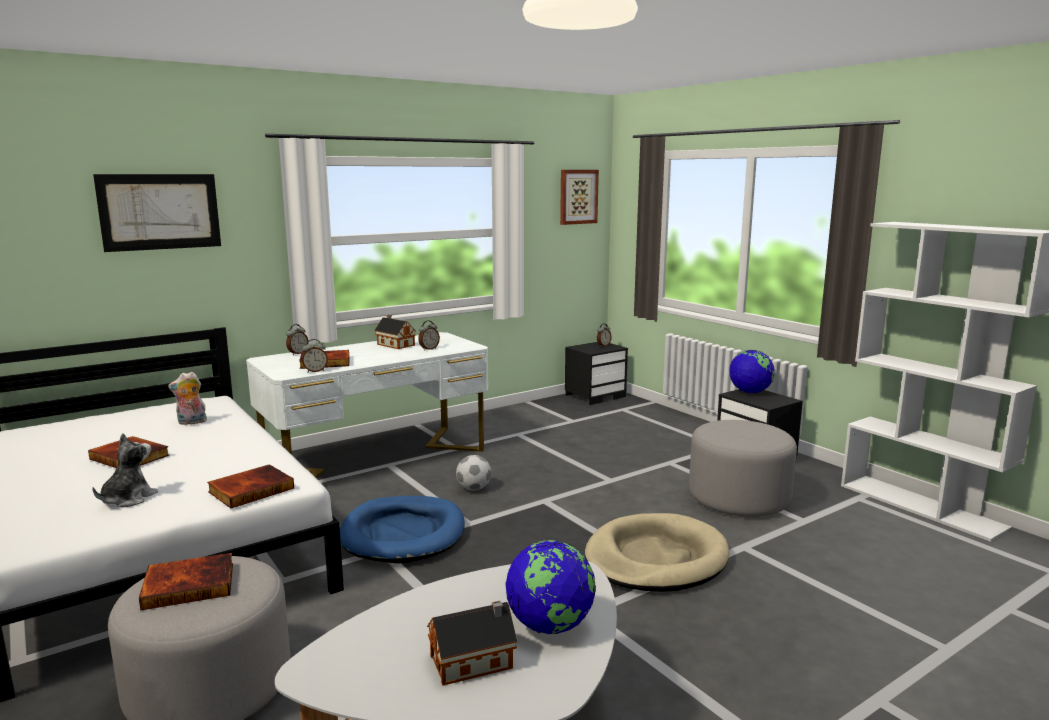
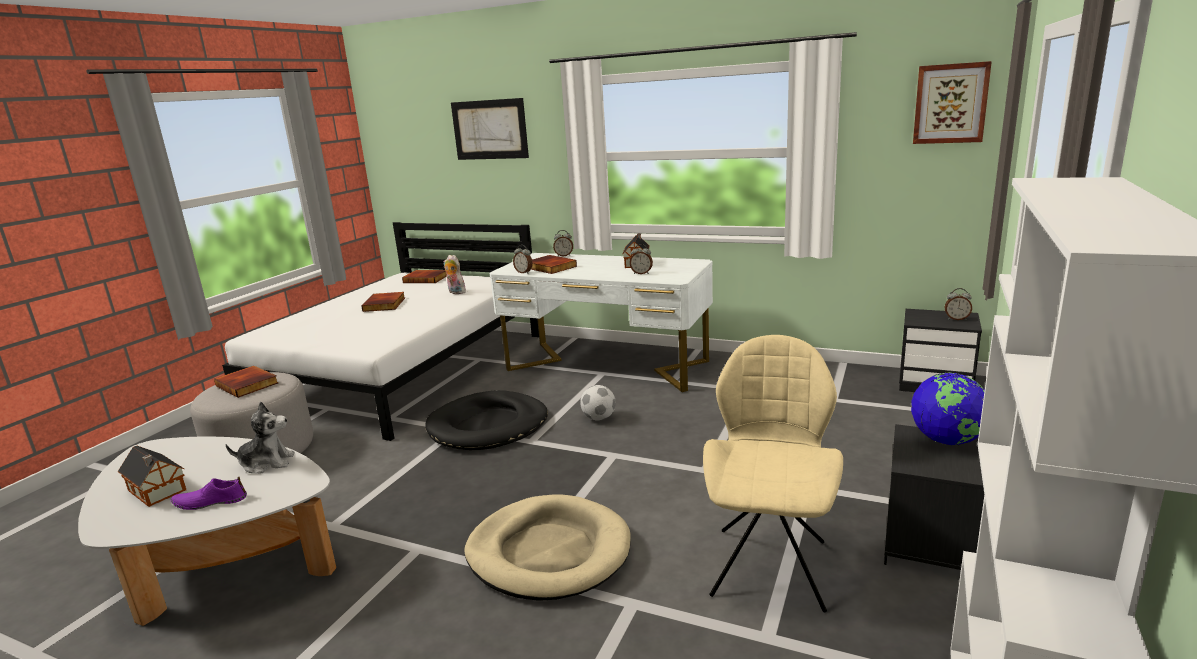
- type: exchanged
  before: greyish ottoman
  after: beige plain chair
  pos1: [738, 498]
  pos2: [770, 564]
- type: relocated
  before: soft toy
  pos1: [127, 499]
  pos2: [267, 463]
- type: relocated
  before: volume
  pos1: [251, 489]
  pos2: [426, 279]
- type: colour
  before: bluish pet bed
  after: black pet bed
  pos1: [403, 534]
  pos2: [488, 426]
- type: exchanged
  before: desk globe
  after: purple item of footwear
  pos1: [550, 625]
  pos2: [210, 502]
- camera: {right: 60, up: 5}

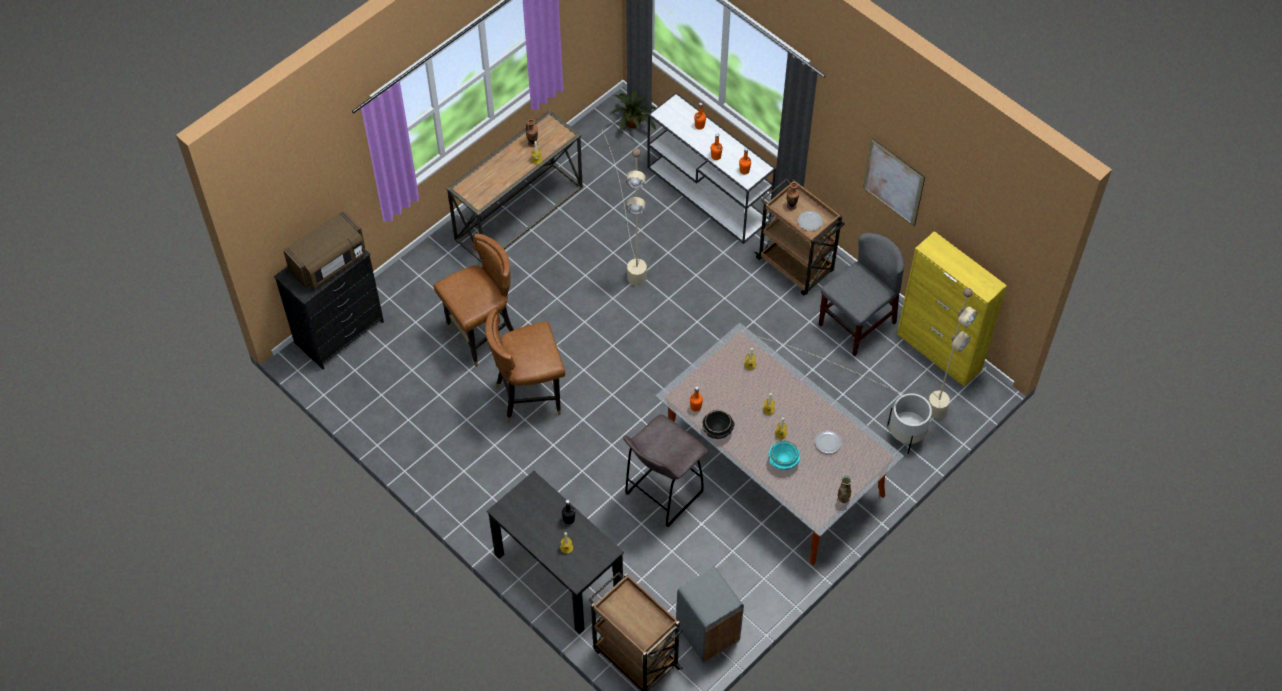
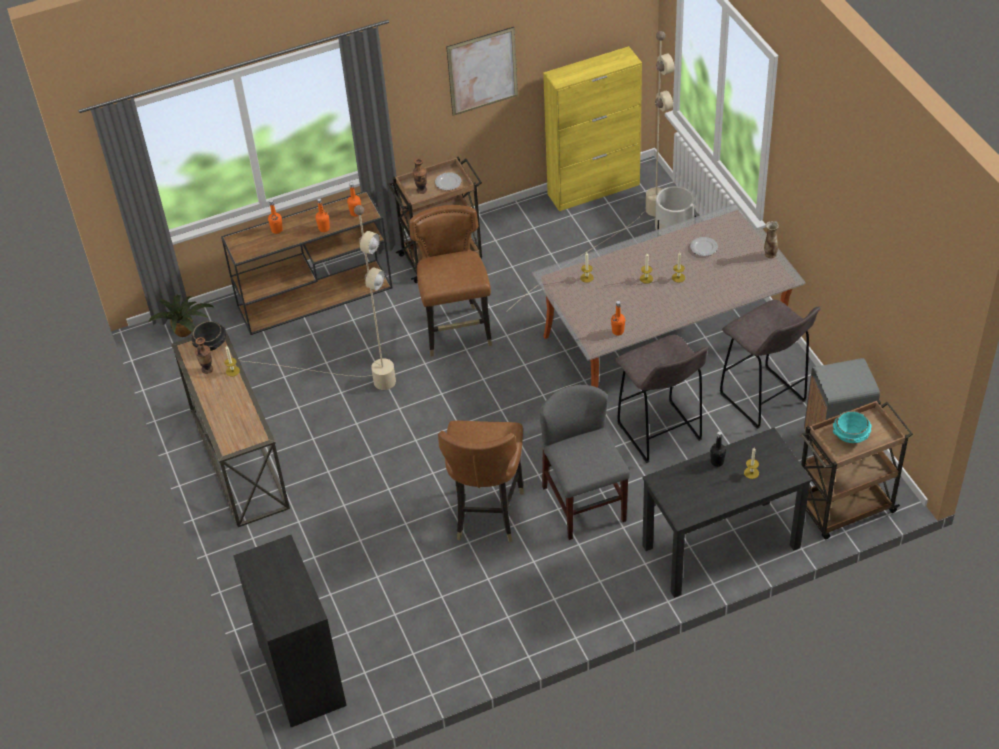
- type: colour
  before: white-coloured console table
  after: brown console table
  pos1: [709, 194]
  pos2: [316, 296]
- type: missing
  before: brown microwave oven
  pos1: [329, 262]
- type: relocated
  before: brown plain chair
  pos1: [482, 336]
  pos2: [457, 332]
- type: relocated
  before: greyish plain chair
  pos1: [857, 324]
  pos2: [584, 504]
- type: relocated
  before: black deep dish
  pos1: [717, 430]
  pos2: [211, 345]
- type: relocated
  before: blue-green deep dish
  pos1: [783, 461]
  pos2: [850, 436]
- type: appeared
  after: greyish sitting stool
  pos2: [764, 399]
- camera: {right: -65, up: -10}

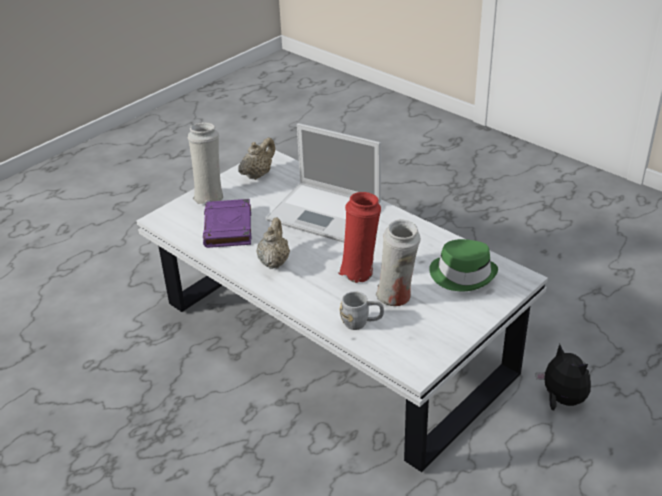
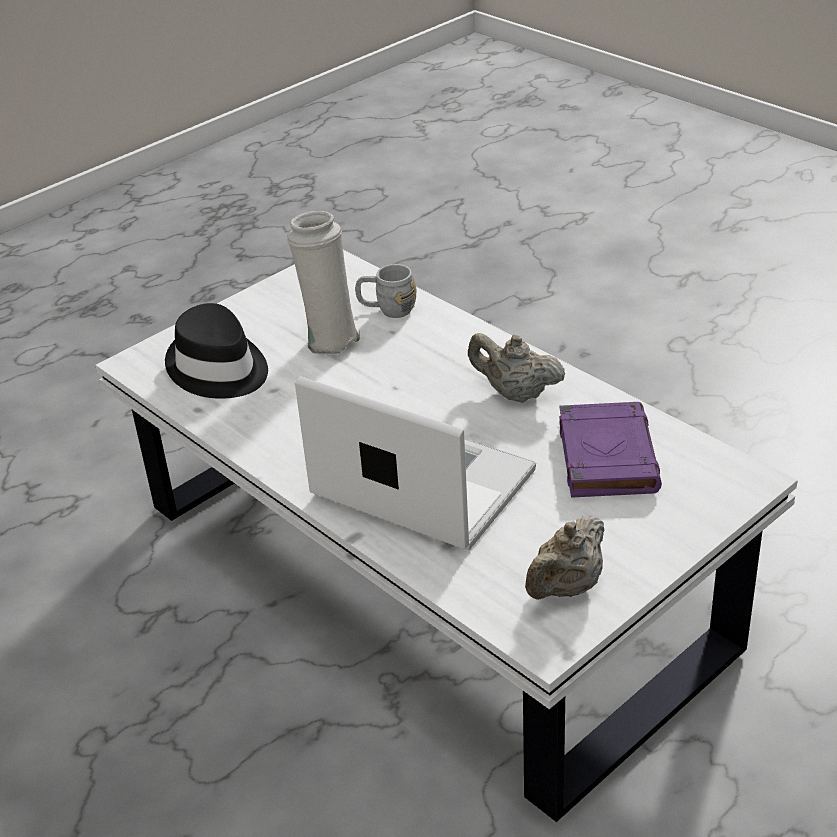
- type: missing
  before: white-coloured decorative vase
  pos1: [209, 196]
- type: missing
  before: red decorative vase
  pos1: [359, 271]
- type: spun
  before: beige teapot
  pos1: [274, 261]
  pos2: [515, 394]
  turn: 105
- type: colour
  before: green-coloured wearable hat
  after: black wearable hat
  pos1: [463, 274]
  pos2: [218, 369]
- type: missing
  before: soft toy
  pos1: [561, 400]
- camera: {right: -175, up: 0}

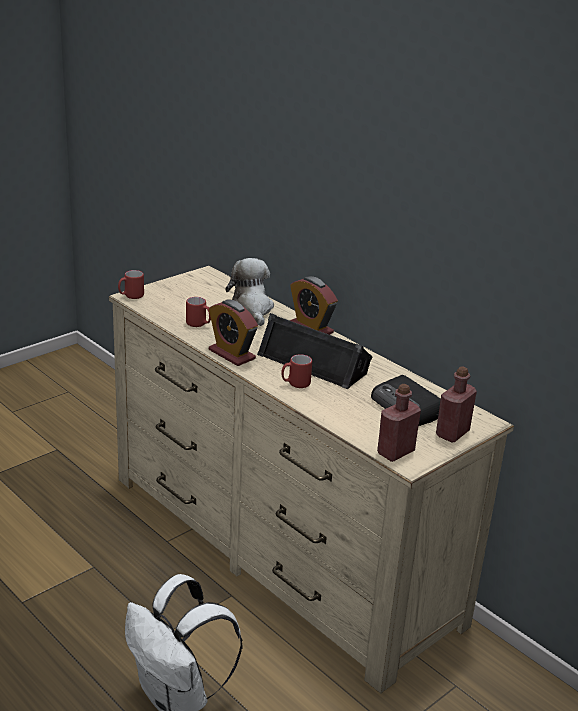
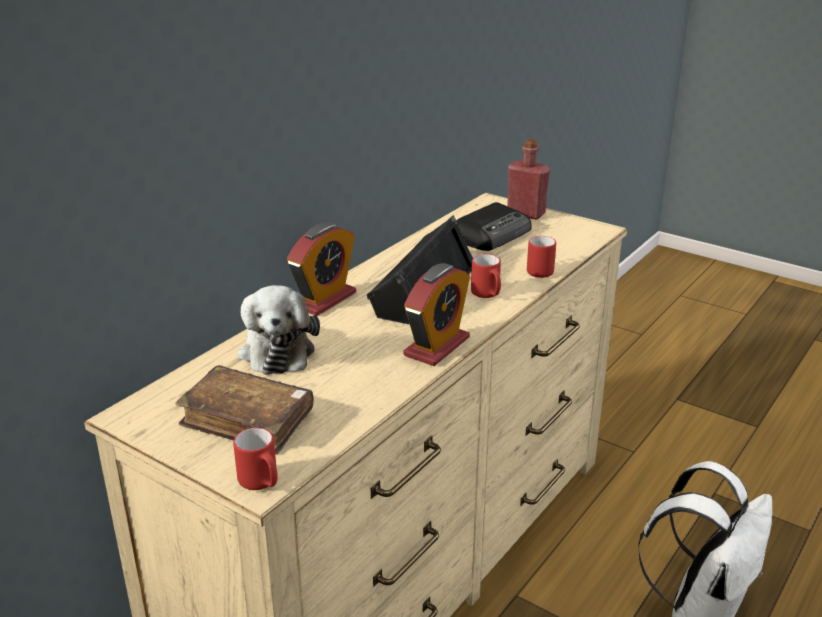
- type: spun
  before: soft toy
  pos1: [252, 309]
  pos2: [277, 350]
  turn: -75
- type: relocated
  before: red mug
  pos1: [199, 324]
  pos2: [541, 270]
- type: missing
  before: red beverage bottle
  pos1: [395, 452]
- type: appeared
  after: brown volume
  pos2: [248, 420]
- camera: {right: -100, up: 0}

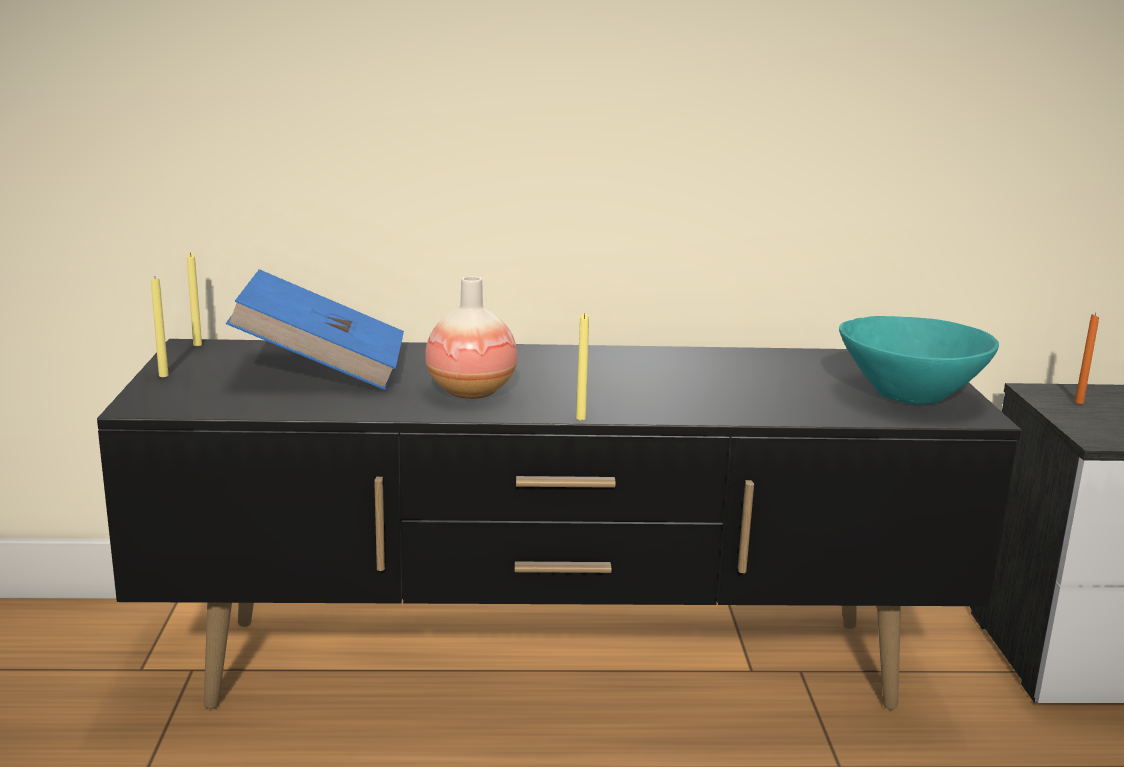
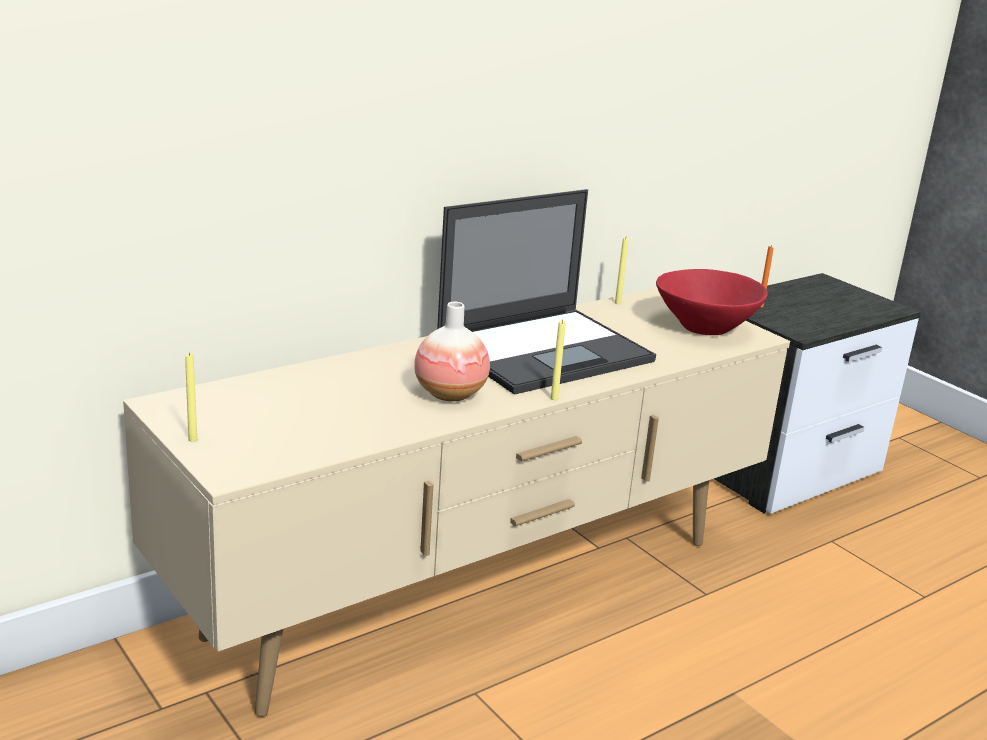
- type: relocated
  before: yellowish candle
  pos1: [197, 345]
  pos2: [617, 303]
- type: missing
  before: bluish volume
  pos1: [322, 369]
- type: colour
  before: blue-green deep dish
  after: red deep dish
  pos1: [908, 394]
  pos2: [704, 327]
- type: colour
  before: black tv unit
  after: beige tv unit
  pos1: [555, 667]
  pos2: [476, 589]
- type: appeared
  after: notebook computer
  pos2: [546, 350]
- camera: {right: -35, up: 5}

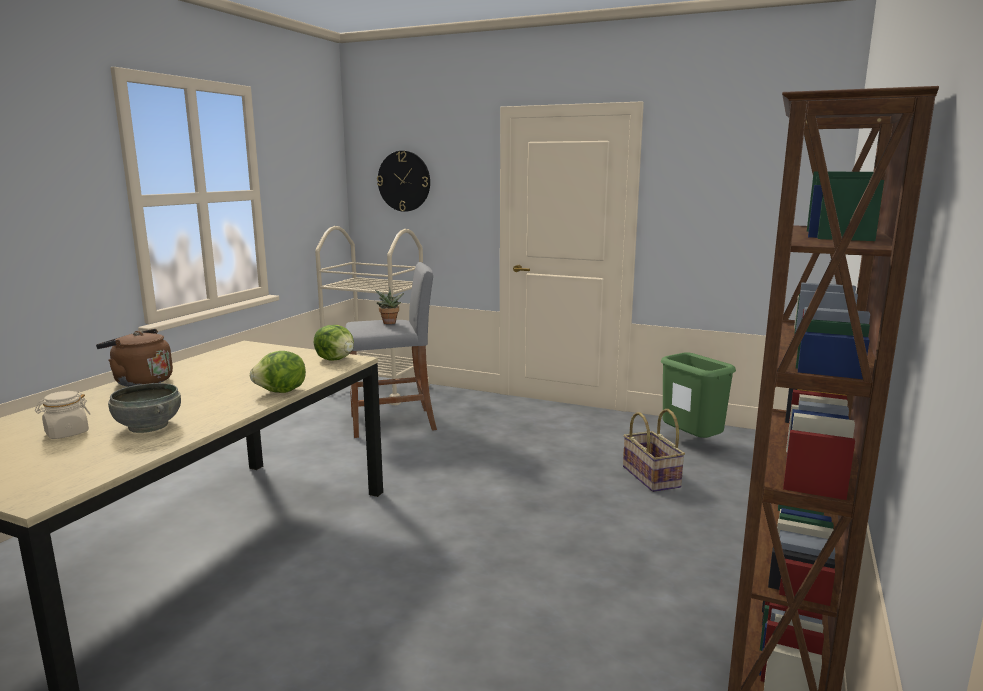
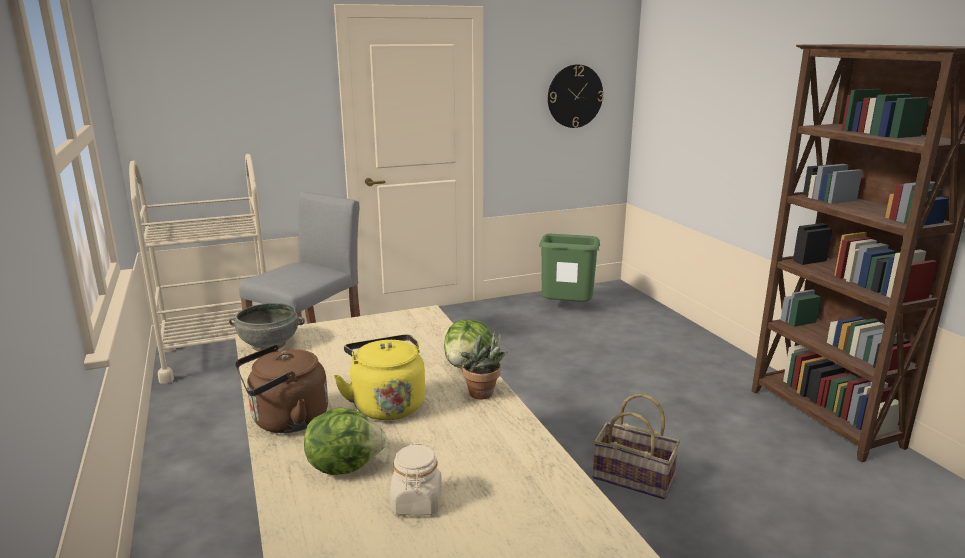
- type: relocated
  before: clock on the wall
  pos1: [404, 181]
  pos2: [575, 96]
- type: relocated
  before: potted plant
  pos1: [389, 323]
  pos2: [484, 395]
- type: relocated
  before: head of lettuce
  pos1: [336, 359]
  pos2: [344, 465]
- type: relocated
  before: greyish deep dish
  pos1: [147, 426]
  pos2: [269, 344]
- type: relocated
  before: household basket
  pos1: [652, 477]
  pos2: [634, 477]
- type: appeared
  after: yellowish kettle
  pos2: [386, 404]
- camera: {right: -45, up: 5}

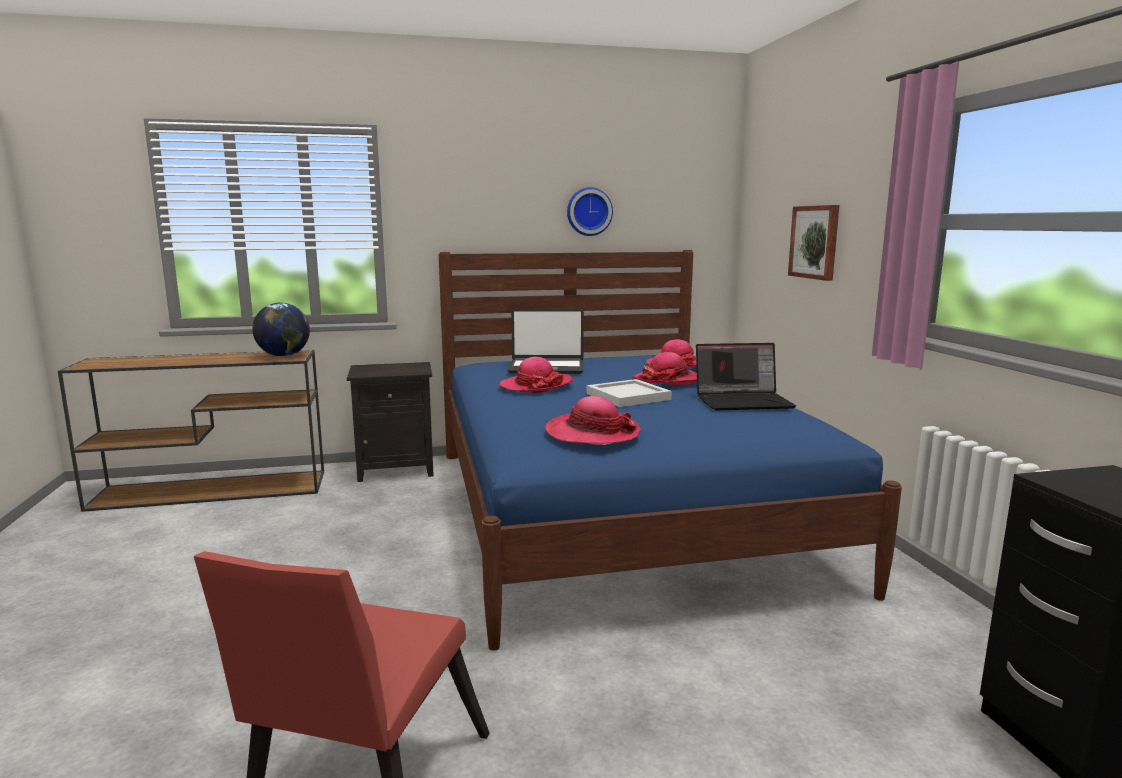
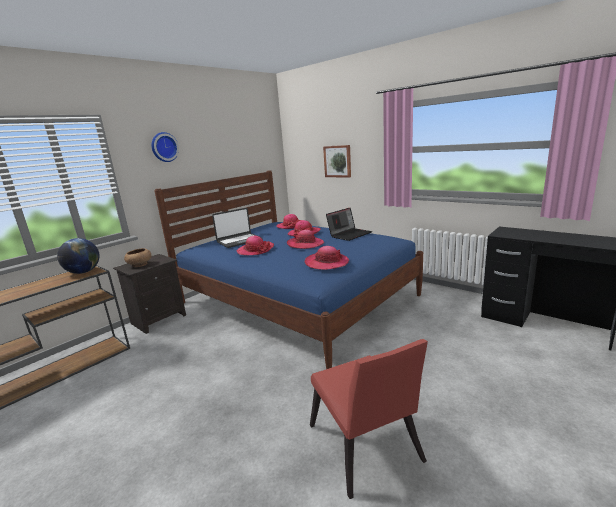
- type: relocated
  before: clock on the wall
  pos1: [588, 211]
  pos2: [164, 147]
- type: exchanged
  before: white-coloured tray
  after: wearable hat
  pos1: [627, 397]
  pos2: [305, 244]
- type: appeared
  after: brown deep dish
  pos2: [139, 265]
- camera: {right: -35, up: 5}

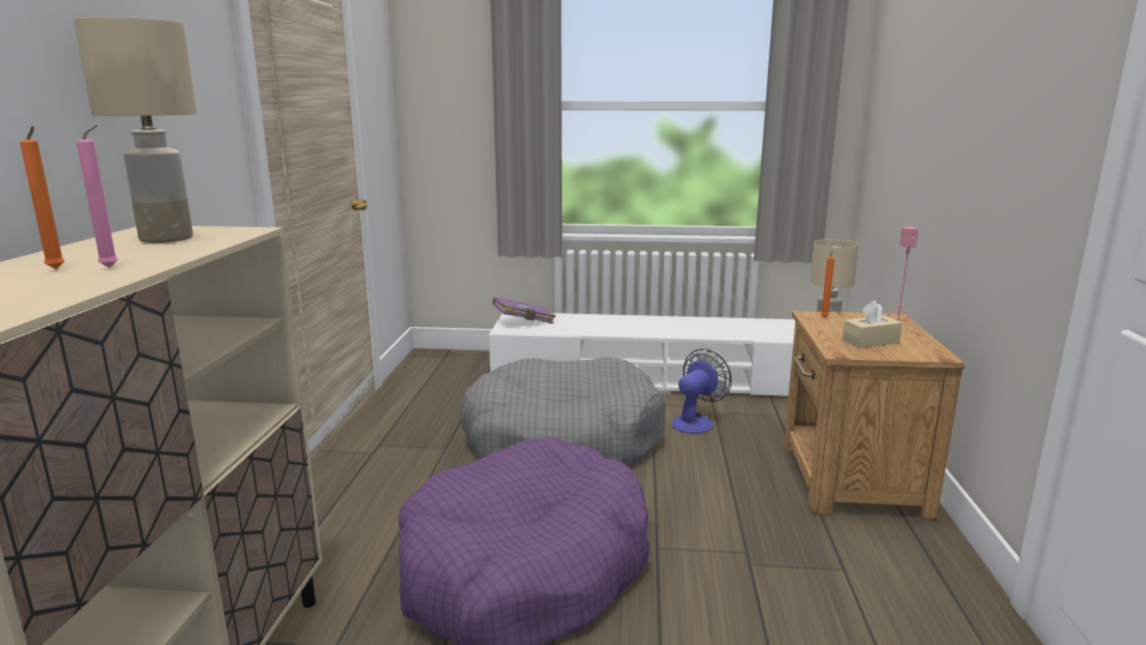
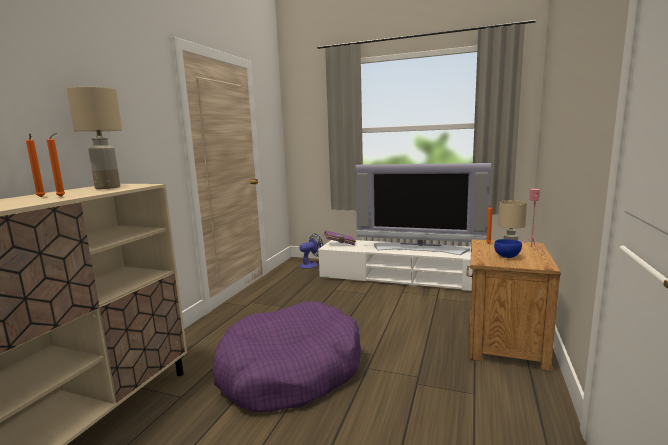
- type: colour
  before: pinkish candle
  after: orange-coloured candle
  pos1: [112, 267]
  pos2: [62, 196]
- type: exchanged
  before: beige box of tissues
  after: bluish deep dish
  pos1: [870, 341]
  pos2: [507, 257]
- type: relocated
  before: electric fan
  pos1: [696, 421]
  pos2: [311, 265]
- type: missing
  before: greyish pet bed
  pos1: [562, 439]
- type: appeared
  after: television
  pos2: [419, 248]
- camera: {right: 15, up: -5}

